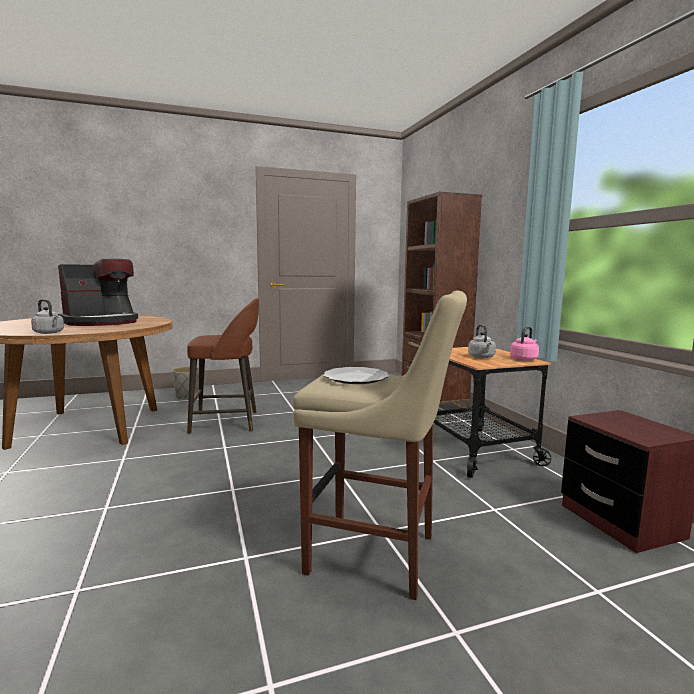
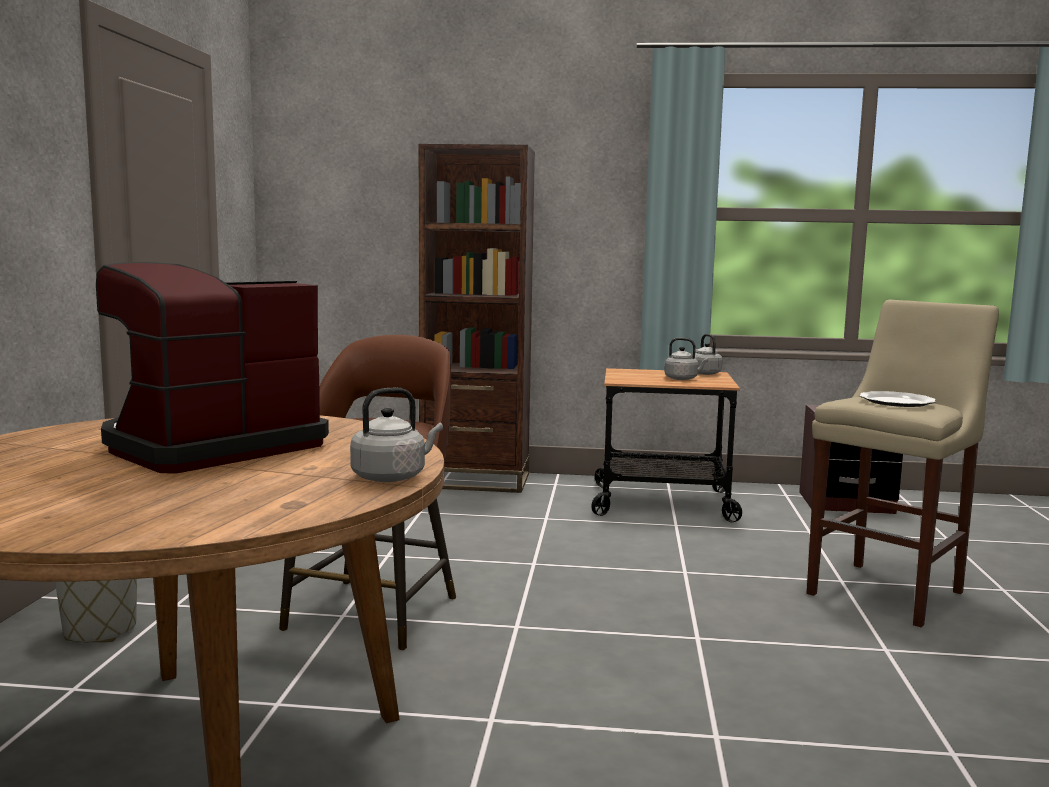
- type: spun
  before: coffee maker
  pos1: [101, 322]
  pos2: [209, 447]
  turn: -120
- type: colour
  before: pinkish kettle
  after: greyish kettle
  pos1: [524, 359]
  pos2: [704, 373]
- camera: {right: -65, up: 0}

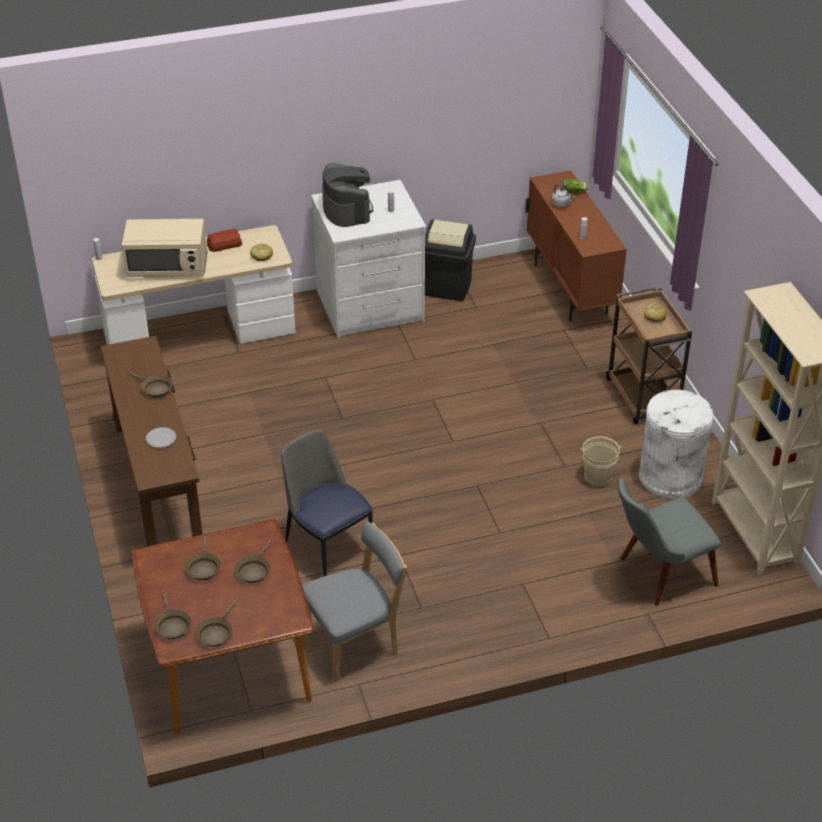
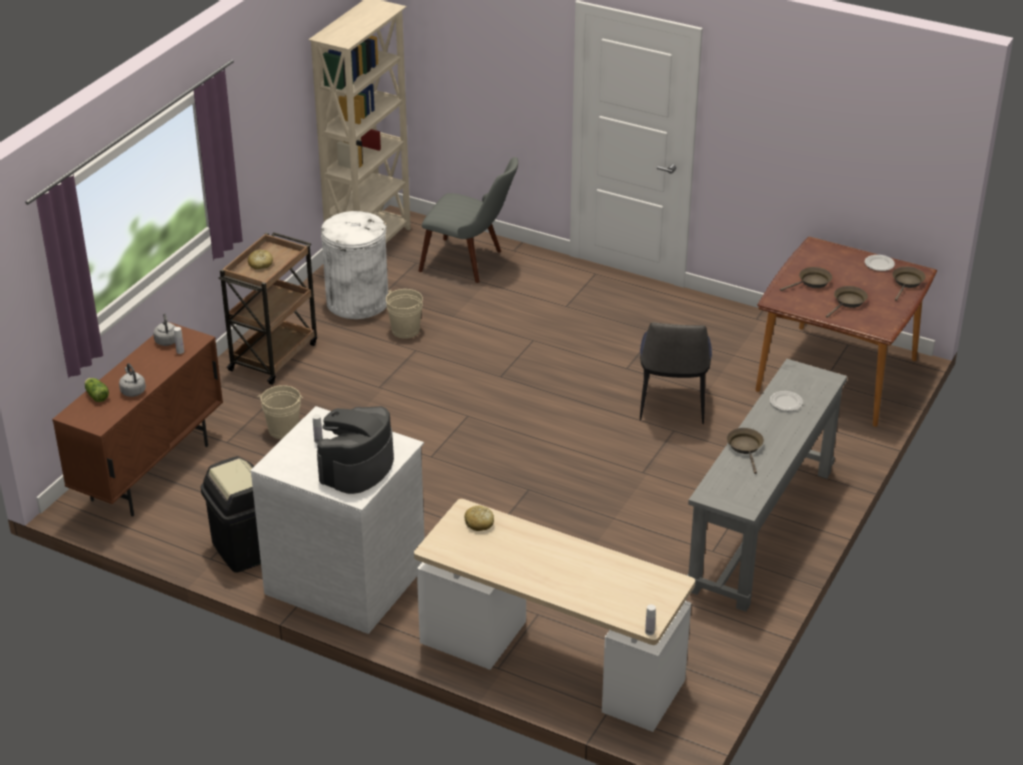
- type: missing
  before: beige microwave oven
  pos1: [168, 267]
- type: missing
  before: bread
  pos1: [224, 244]
- type: colour
  before: brown console table
  after: greyish console table
  pos1: [158, 486]
  pos2: [761, 529]
- type: missing
  before: greyish plain chair
  pos1: [355, 643]
- type: exchanged
  before: brown frying pan
  after: flat dish
  pos1: [216, 633]
  pos2: [879, 264]
- type: appeared
  after: greyish kettle
  pos2: [167, 340]
- type: appeared
  after: beige water bucket
  pos2: [283, 430]
- camera: {right: -135, up: -5}

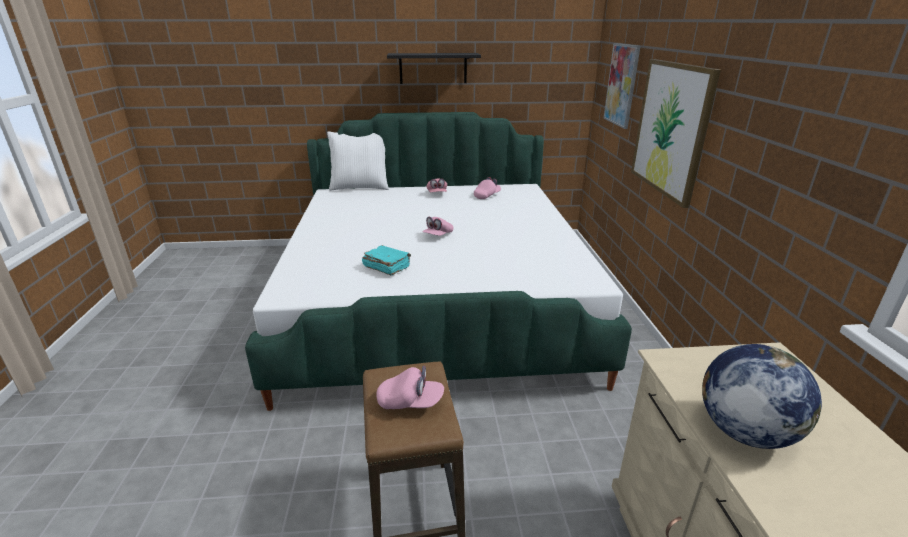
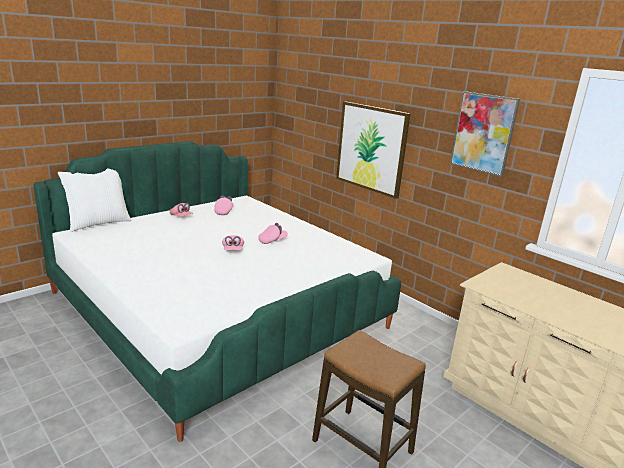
- type: relocated
  before: wall art
  pos1: [621, 85]
  pos2: [483, 133]
- type: missing
  before: black shelf
  pos1: [433, 68]
- type: missing
  before: blue-green volume
  pos1: [386, 267]
- type: missing
  before: desk globe
  pos1: [744, 431]
- type: relocated
  before: pinkish baseball cap
  pos1: [410, 402]
  pos2: [272, 241]
- camera: {right: -40, up: -5}

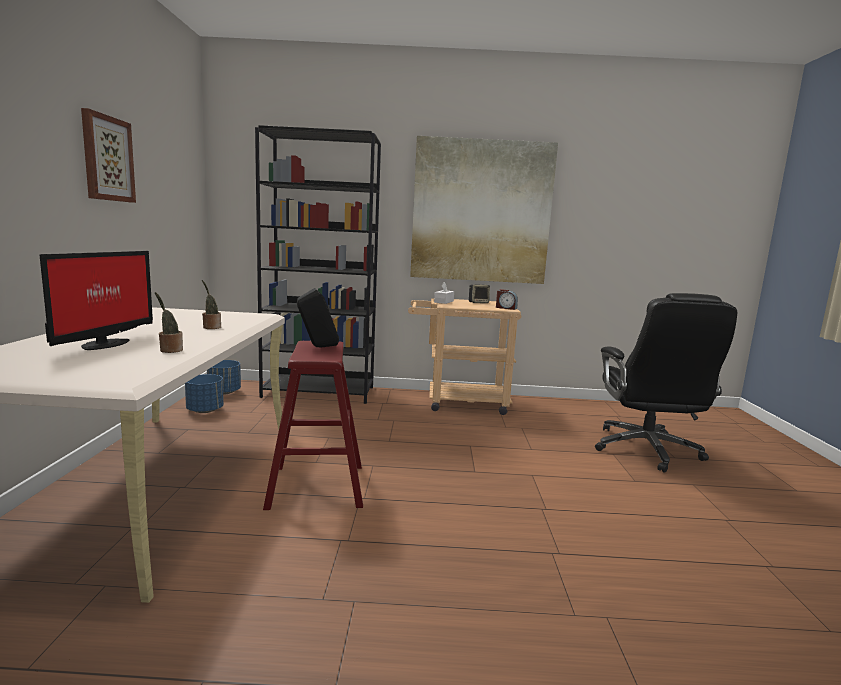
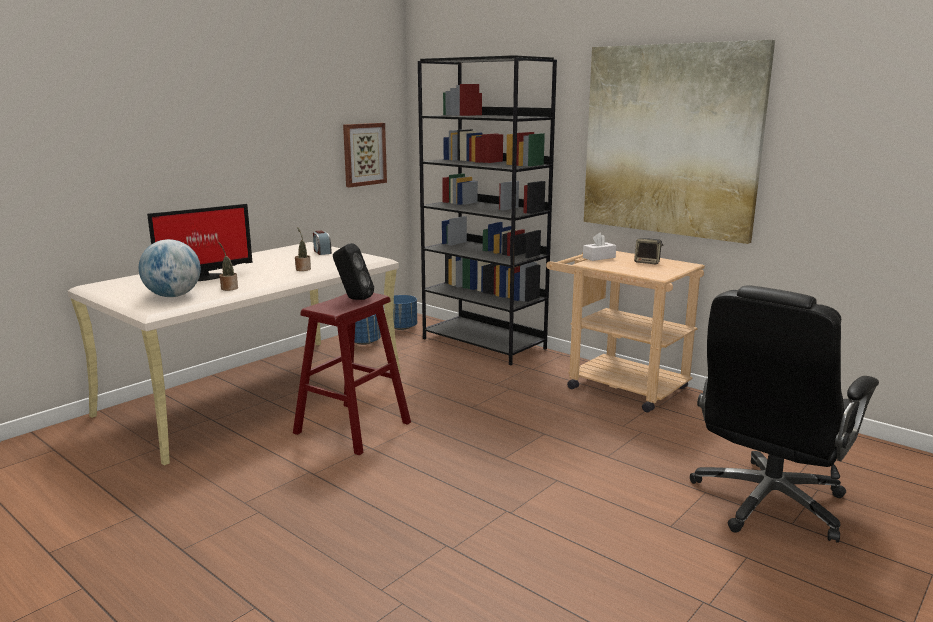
- type: relocated
  before: wall art
  pos1: [107, 158]
  pos2: [364, 154]
- type: relocated
  before: alarm clock
  pos1: [506, 308]
  pos2: [322, 252]
- type: appeared
  after: desk globe
  pos2: [173, 296]
- camera: {right: 40, up: 5}

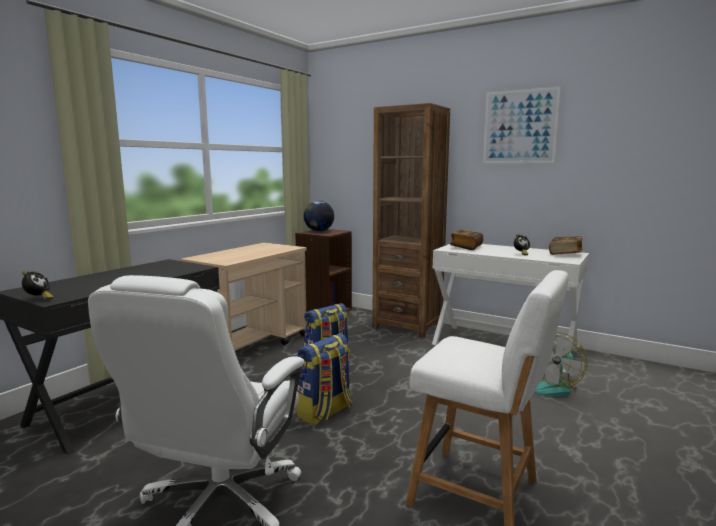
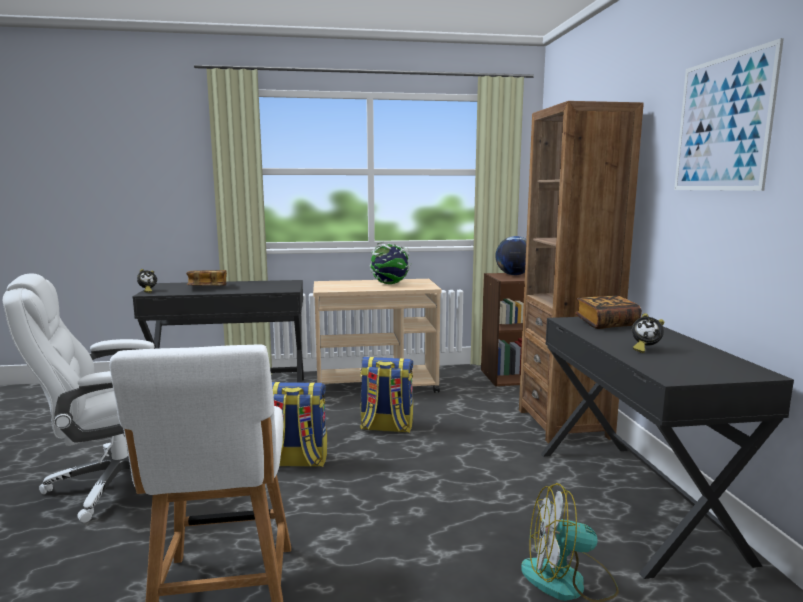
- type: relocated
  before: volume
  pos1: [565, 254]
  pos2: [207, 287]
- type: colour
  before: white-coloured desk unit
  after: black desk unit
  pos1: [503, 346]
  pos2: [634, 500]
- type: appeared
  after: desk globe
  pos2: [390, 284]
- camera: {right: 50, up: 0}

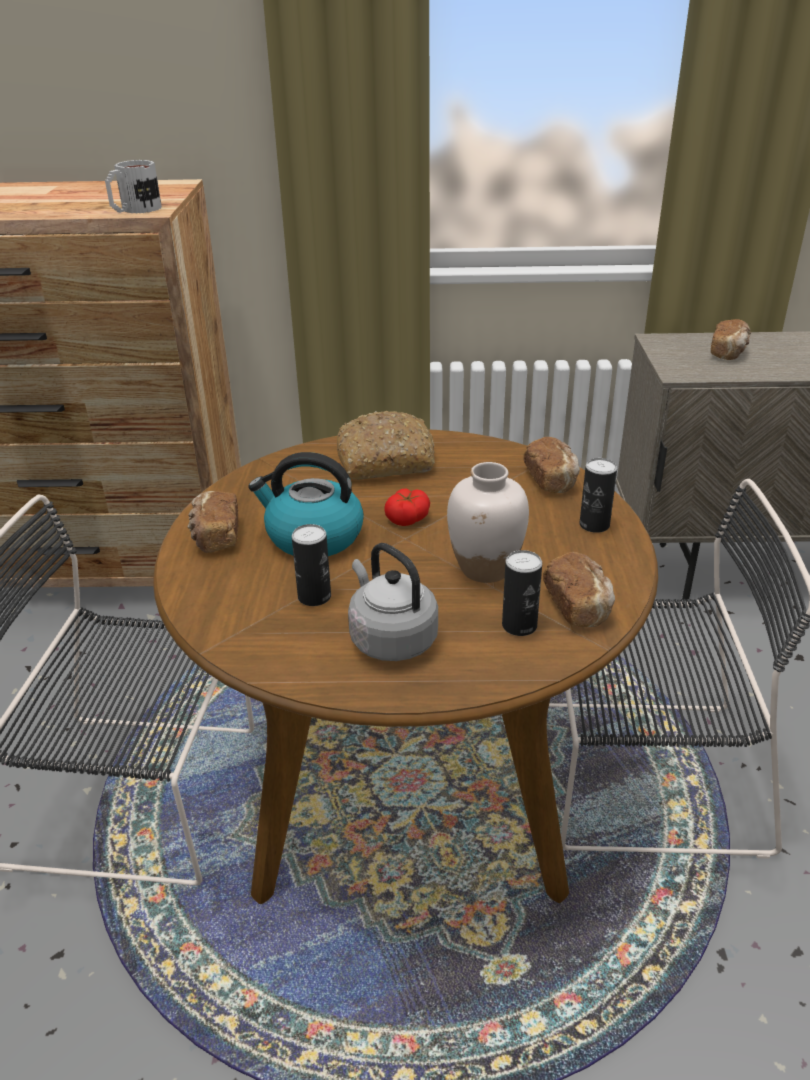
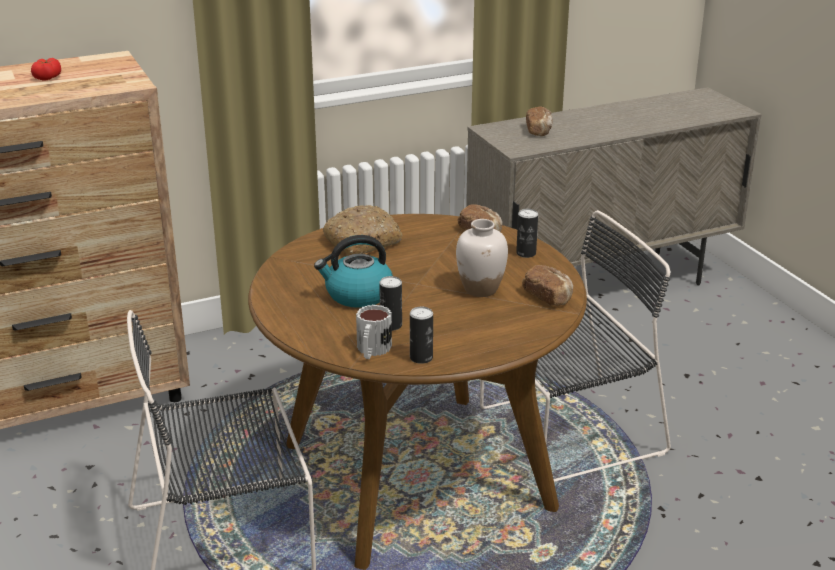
- type: relocated
  before: mug
  pos1: [135, 210]
  pos2: [372, 351]
- type: relocated
  before: whole tomato
  pos1: [408, 518]
  pos2: [47, 77]
- type: missing
  before: bread
  pos1: [215, 536]
- type: missing
  before: greyish kettle
  pos1: [390, 638]
- type: relocated
  before: sealed can
  pos1: [519, 625]
  pos2: [421, 358]
- camera: {right: -25, up: -5}

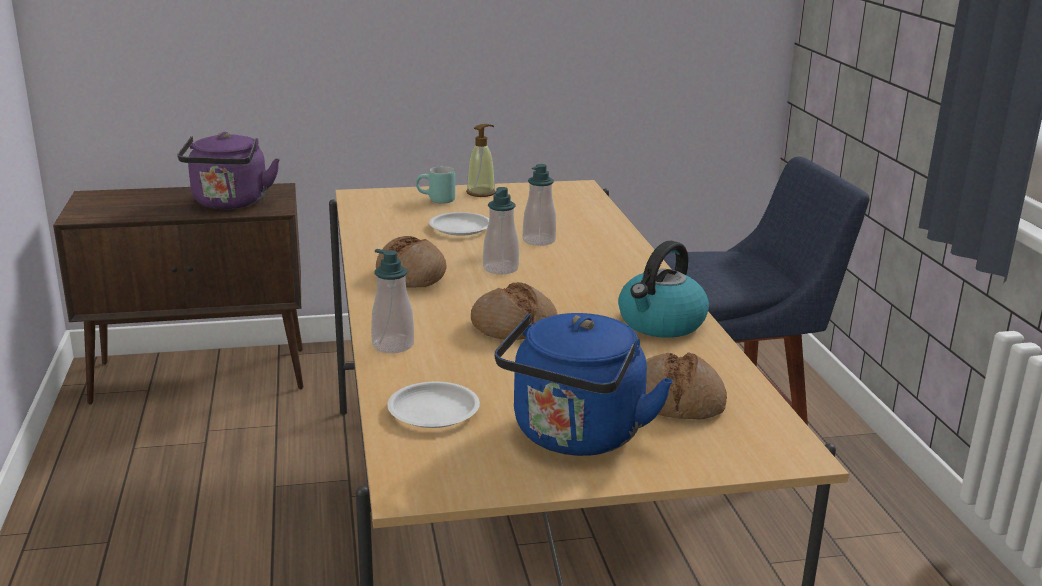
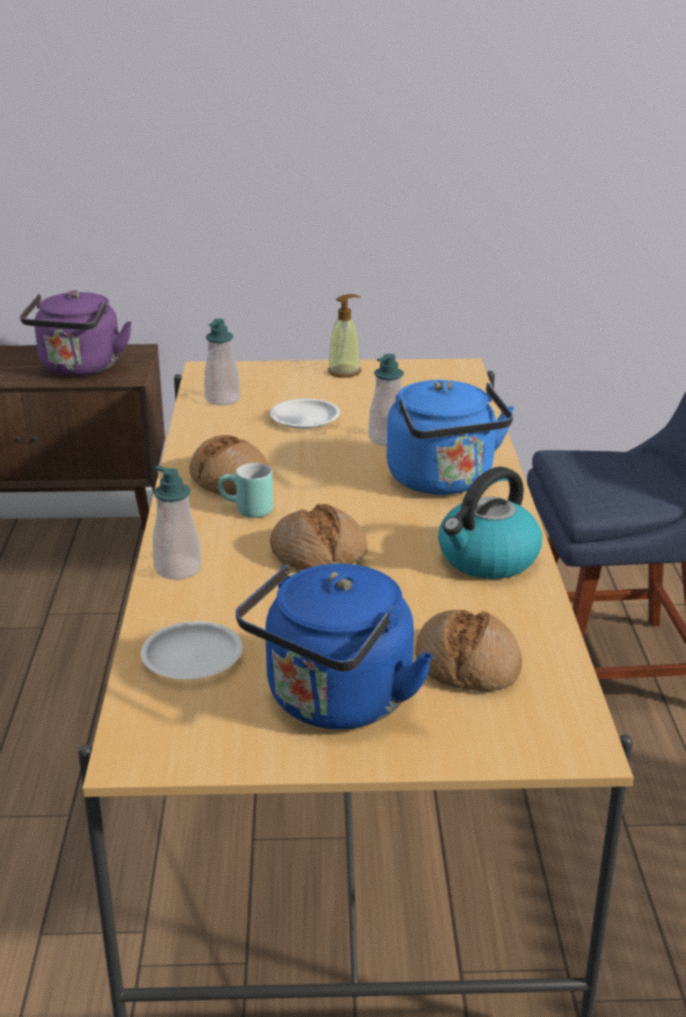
- type: relocated
  before: blue-green mug
  pos1: [436, 201]
  pos2: [246, 511]
- type: relocated
  before: soap dispenser
  pos1: [500, 268]
  pos2: [222, 399]
- type: appeared
  after: bluish kettle
  pos2: [444, 481]
- camera: {right: 10, up: 5}

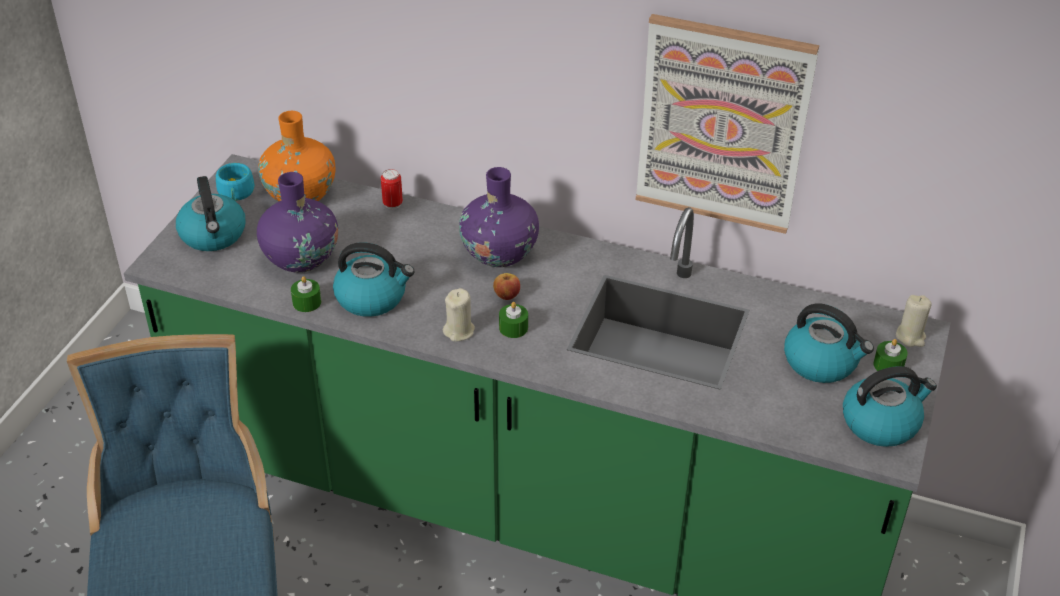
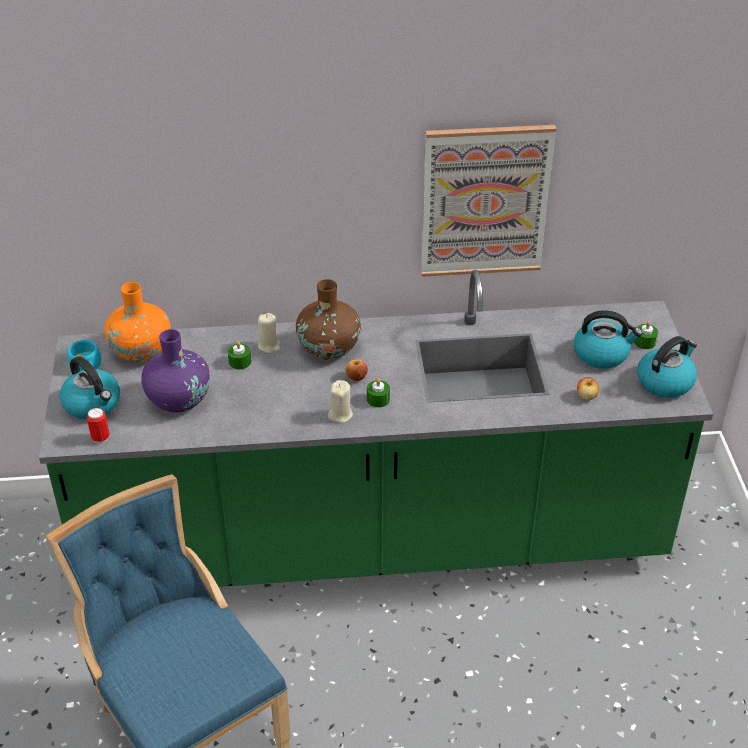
- type: colour
  before: purple decorative vase
  after: brown decorative vase
  pos1: [499, 253]
  pos2: [329, 348]
- type: relocated
  before: sealed can
  pos1: [392, 204]
  pos2: [100, 438]
- type: missing
  before: kettle
  pos1: [372, 297]
- type: relocated
  before: green-coloured candle
  pos1: [307, 302]
  pos2: [240, 362]
- type: relocated
  before: beige candle
  pos1: [910, 337]
  pos2: [269, 345]
- type: appeared
  after: apple fruit
  pos2: [586, 396]
- camera: {right: -25, up: 0}

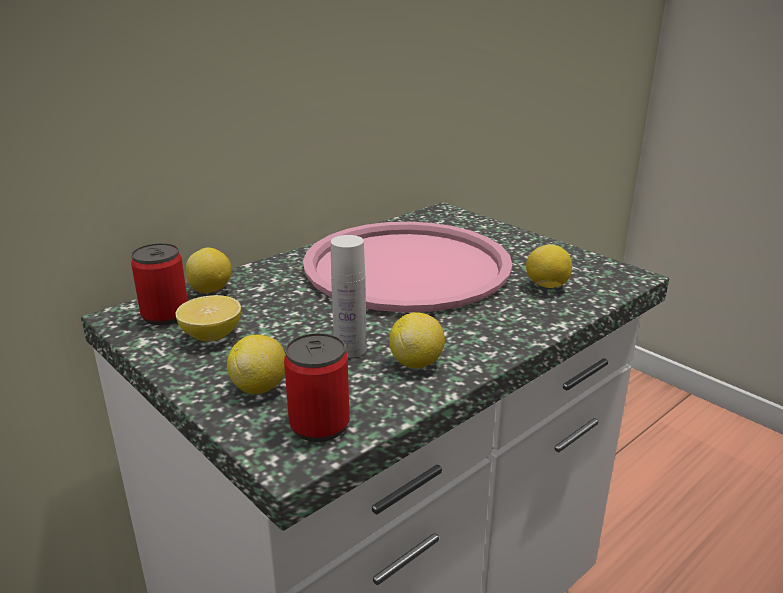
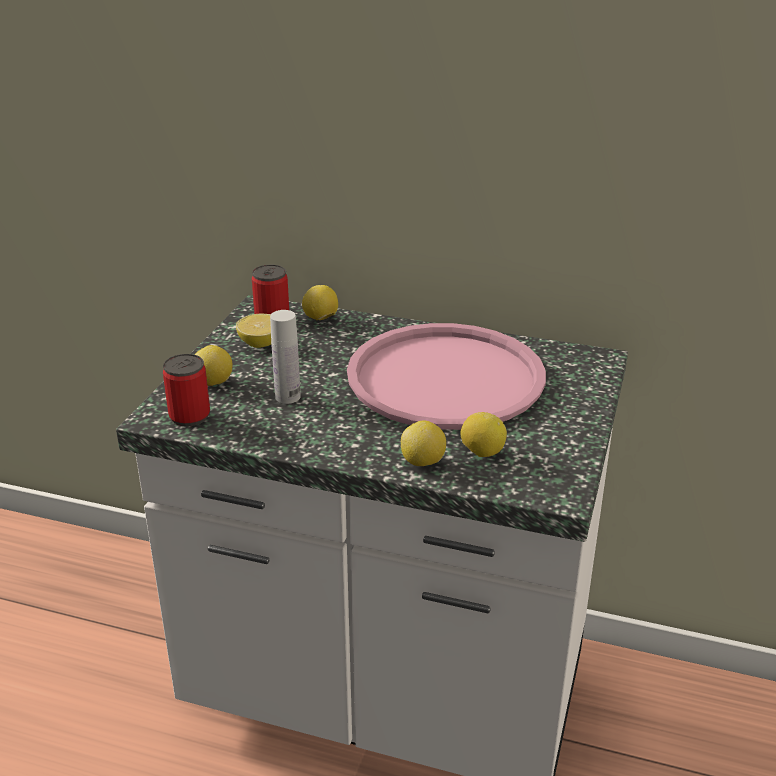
- type: relocated
  before: whole lemon
  pos1: [416, 363]
  pos2: [423, 462]
- camera: {right: 60, up: 5}

